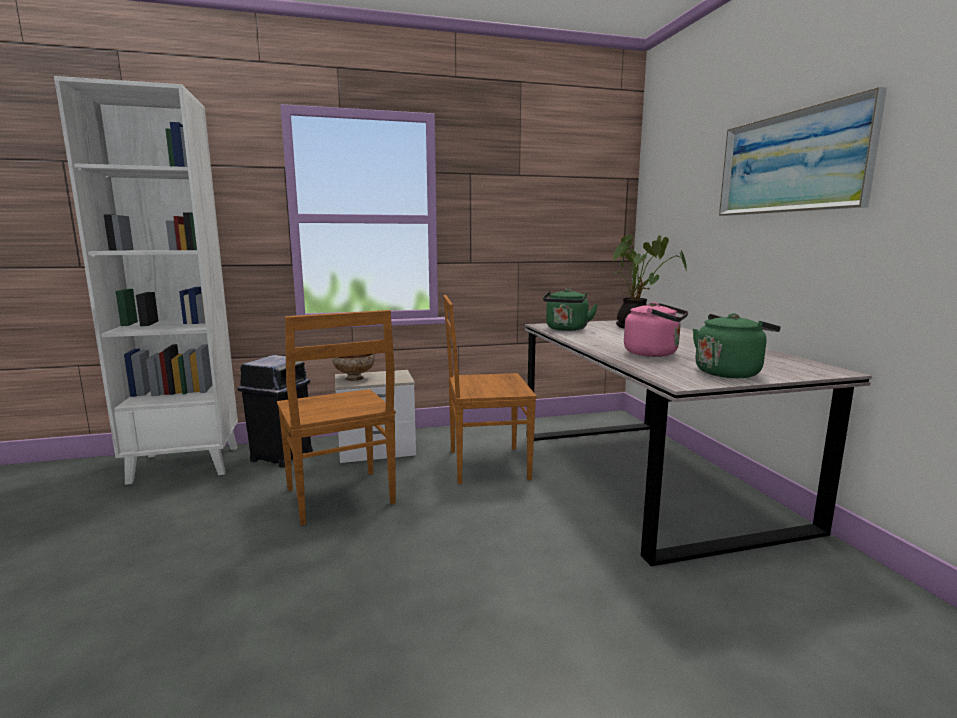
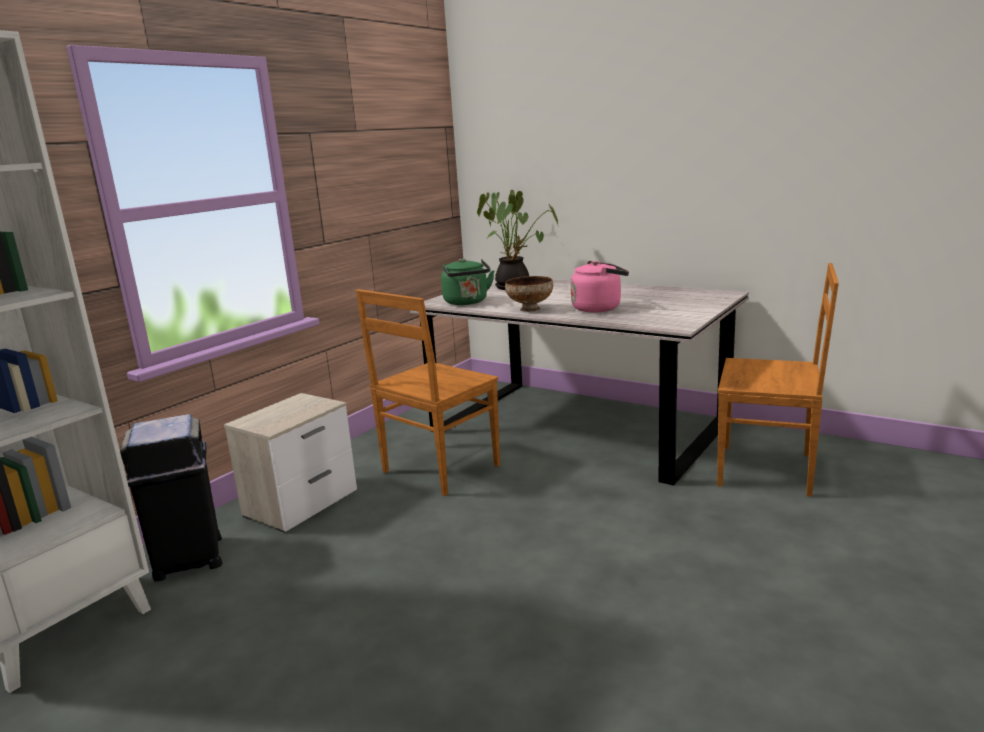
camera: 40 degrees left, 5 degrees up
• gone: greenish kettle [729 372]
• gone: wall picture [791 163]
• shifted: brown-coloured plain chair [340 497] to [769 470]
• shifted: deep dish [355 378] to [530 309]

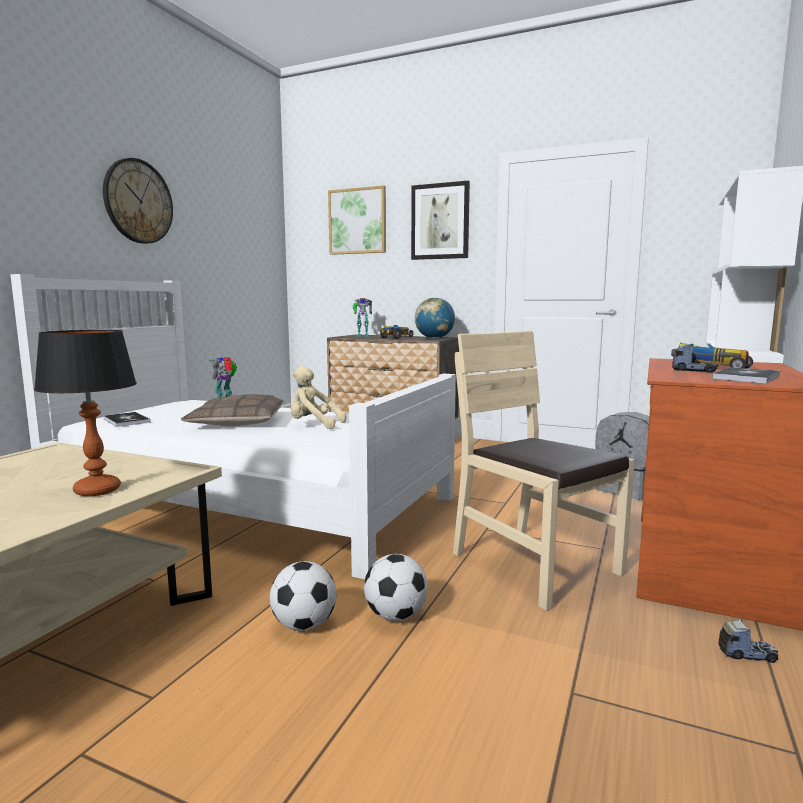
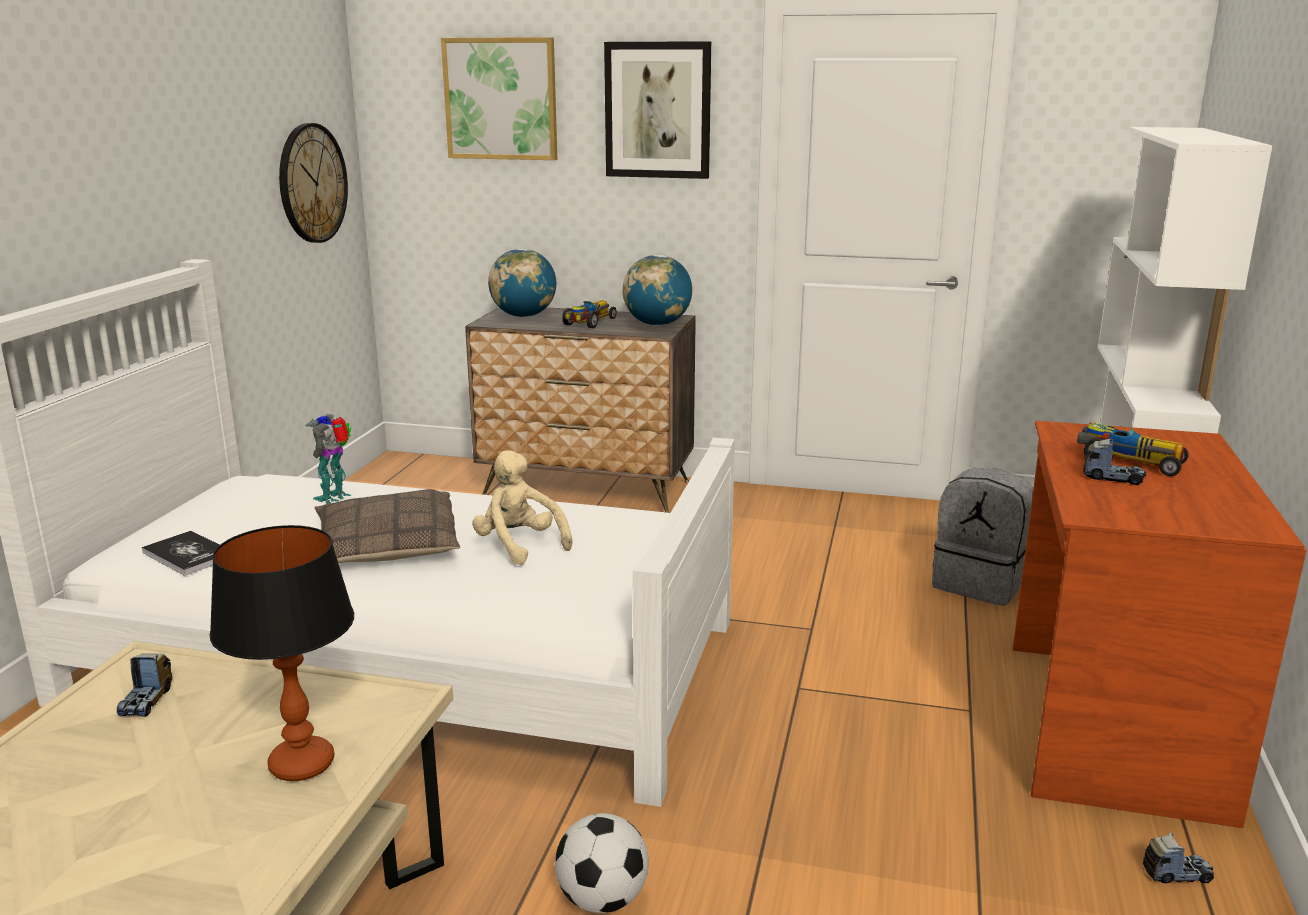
camera: 10 degrees left, 10 degrees up
• gone: football [396 616]
• gone: beige-coloured plain chair [534 564]
• gone: bound book [746 377]
• new: toy lorry [147 700]
• shifted: wall clock [138 201] to [312 183]
• swapped: model robot [362 336] to globe [524 316]
• rotated: beige-coloured cuddly toy [313 425] = [519 546] 45 degrees clockwise

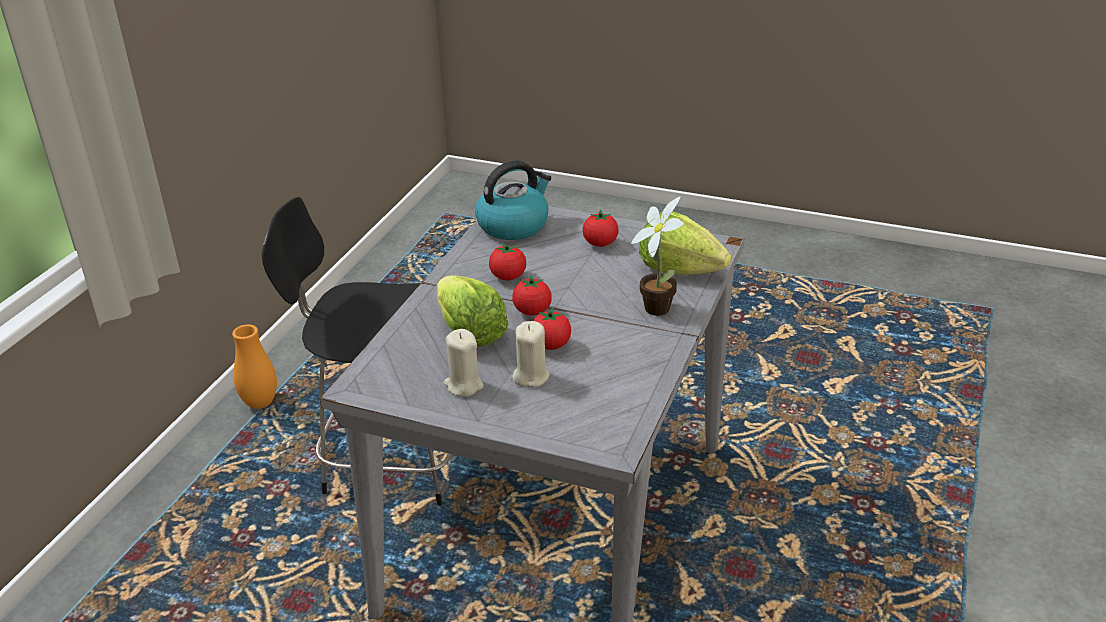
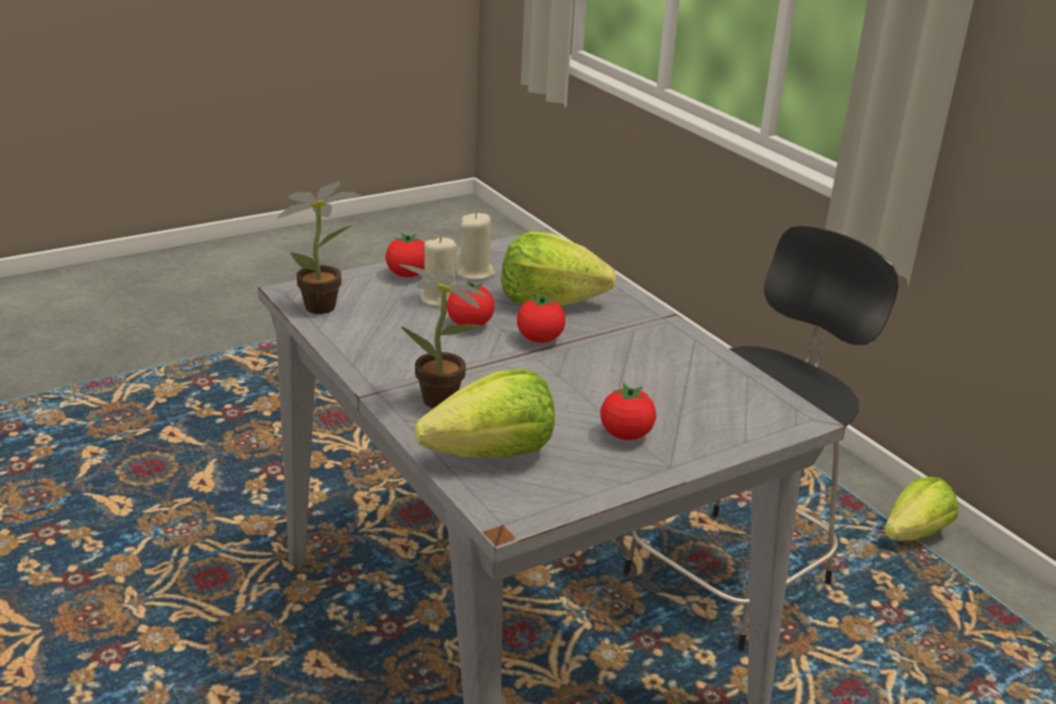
camera: 125 degrees right, 5 degrees down
• gone: kettle [513 225]
• new: houseplant [326 307]
• shifted: tomato [508 277] to [407 275]
• swapped: orangey flower vase [260 403] to head of lettuce [914 534]

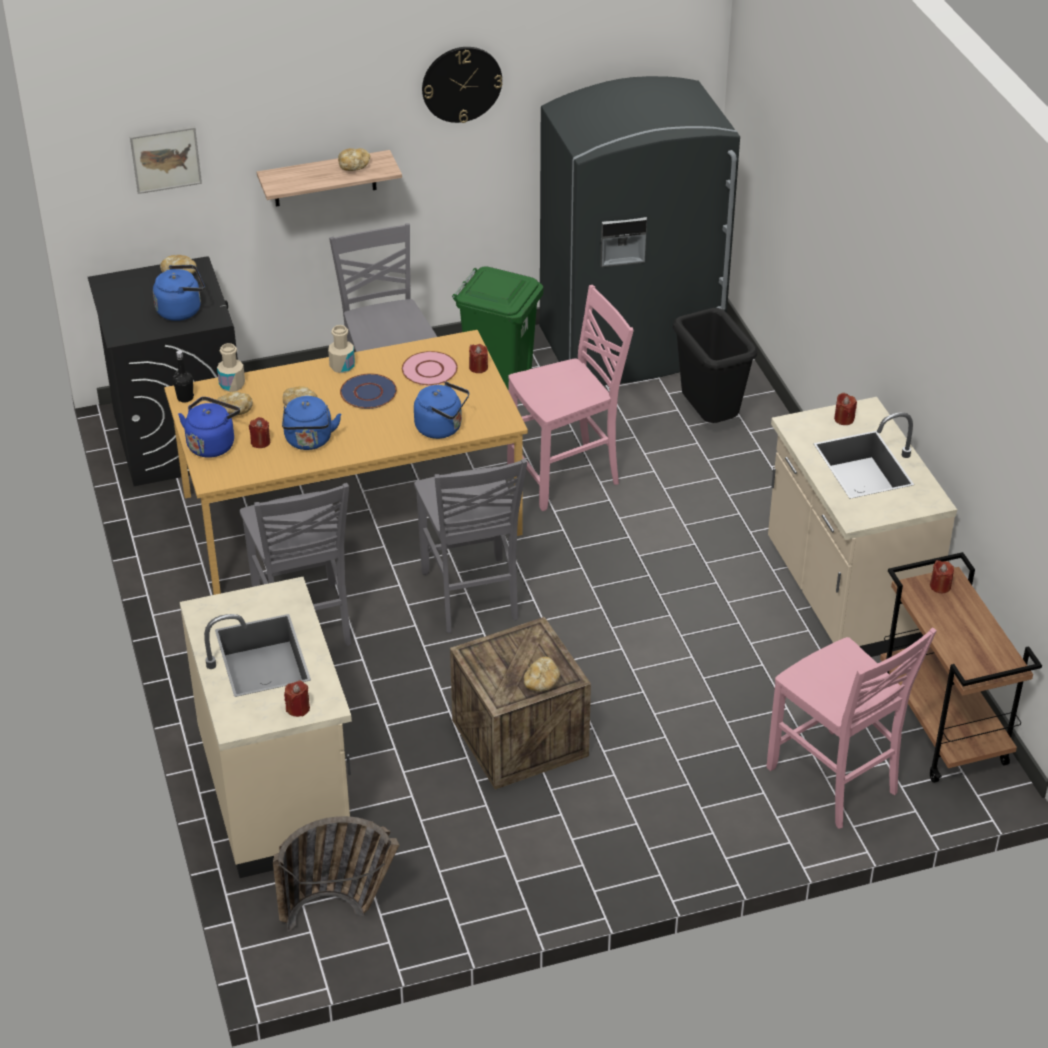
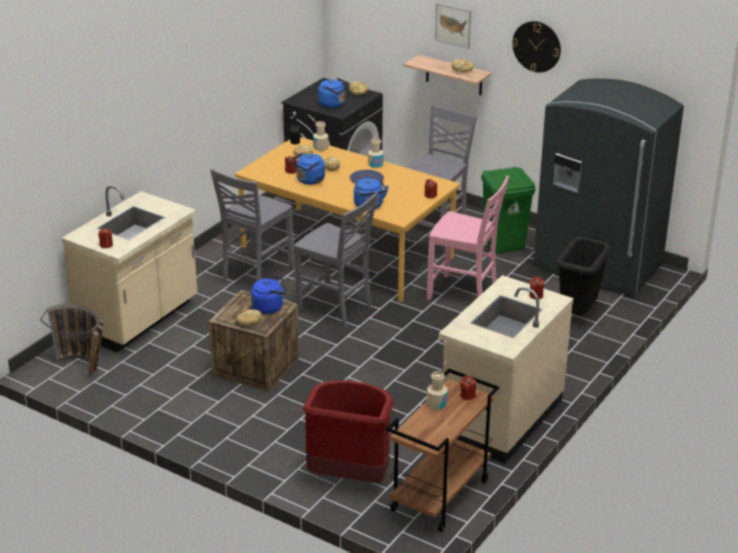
camera: 50 degrees right, 10 degrees down
• gone: pink dinner plate [429 370]
• new: beige-coloured beverage bottle [436 404]
• shifted: wall picture [165 159] to [453 25]
• shifted: bluish kettle [212 444] to [269 307]
• swapped: pink plain chair [834 781] to reddish trash can [349 476]
• rotated: greyish plain chair [471 597] = [336 309] 90 degrees counterclockwise

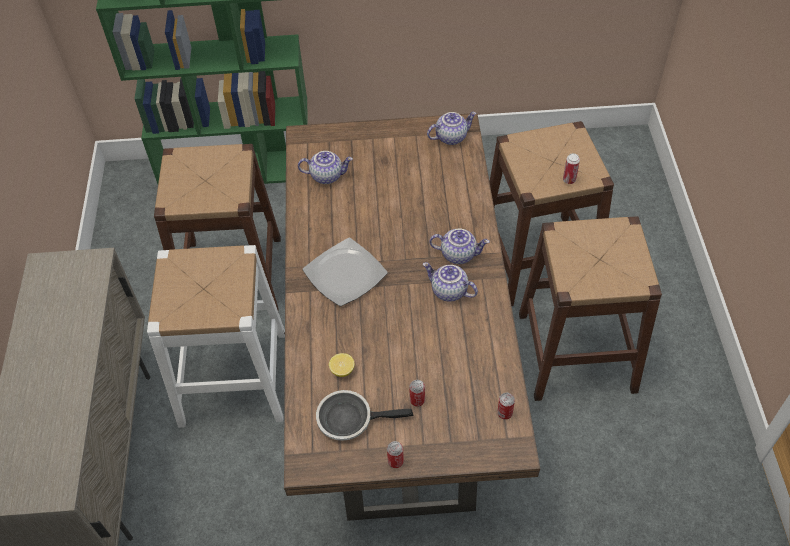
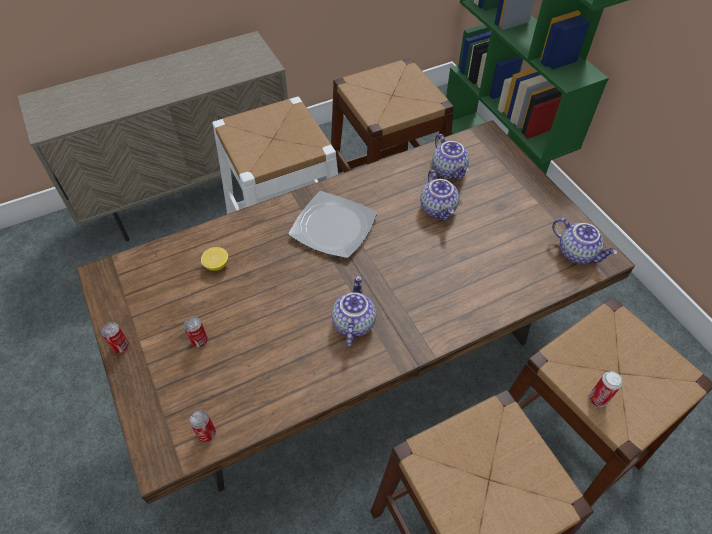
camera: 65 degrees right, 0 degrees up
• gone: skillet [349 419]
• shifted: teapot [459 254] to [439 209]

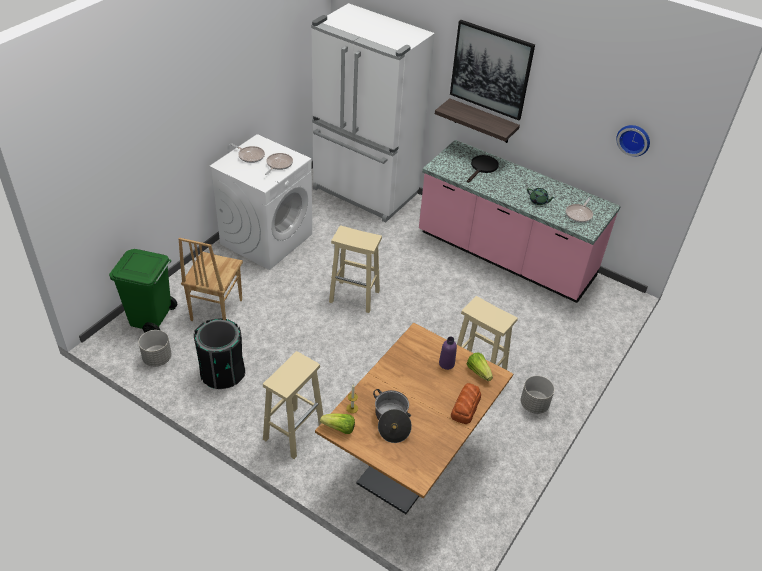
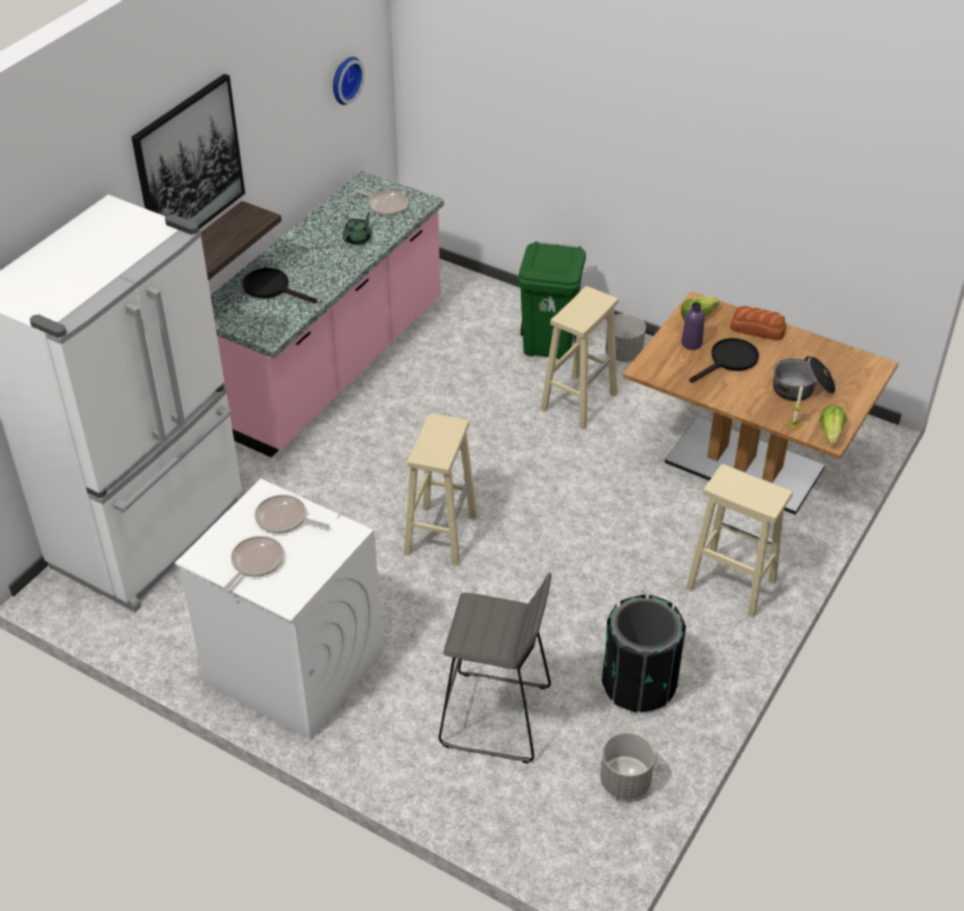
camera: 90 degrees left, 0 degrees up
• new: black-coloured skillet [729 361]
• shifted: greenish trash can [151 320] to [549 345]
• swapped: brown-coloured plain chair [215 310] to greyish stool [496 717]

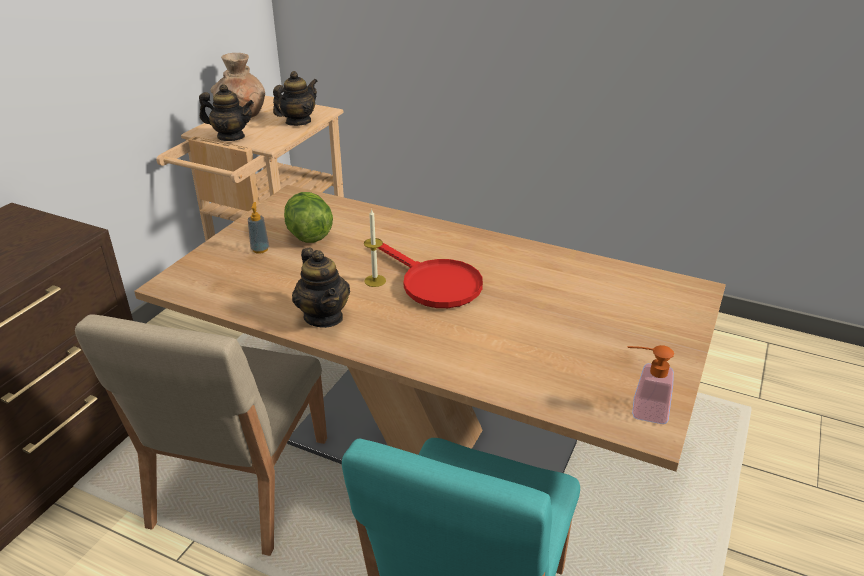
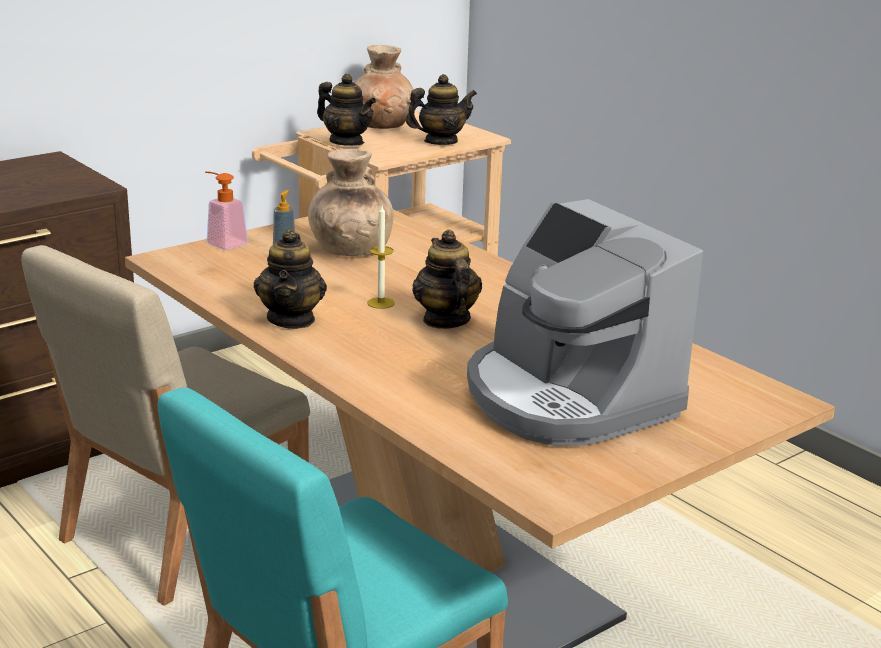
camera: 25 degrees right, 10 degrees down
• new: coffee machine [567 398]
• shifted: soap bottle [642 410] to [222 242]
• swapped: head of lettuce [309 235] to brown-coloured flower vase [350 250]
• swapped: reddish skillet [433 283] to teapot [445 320]

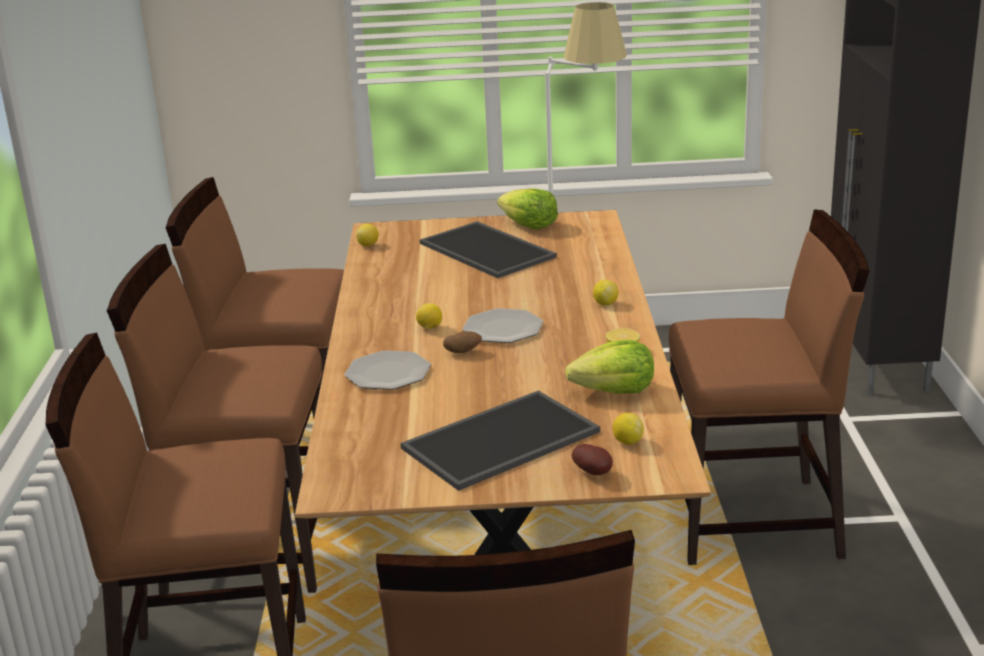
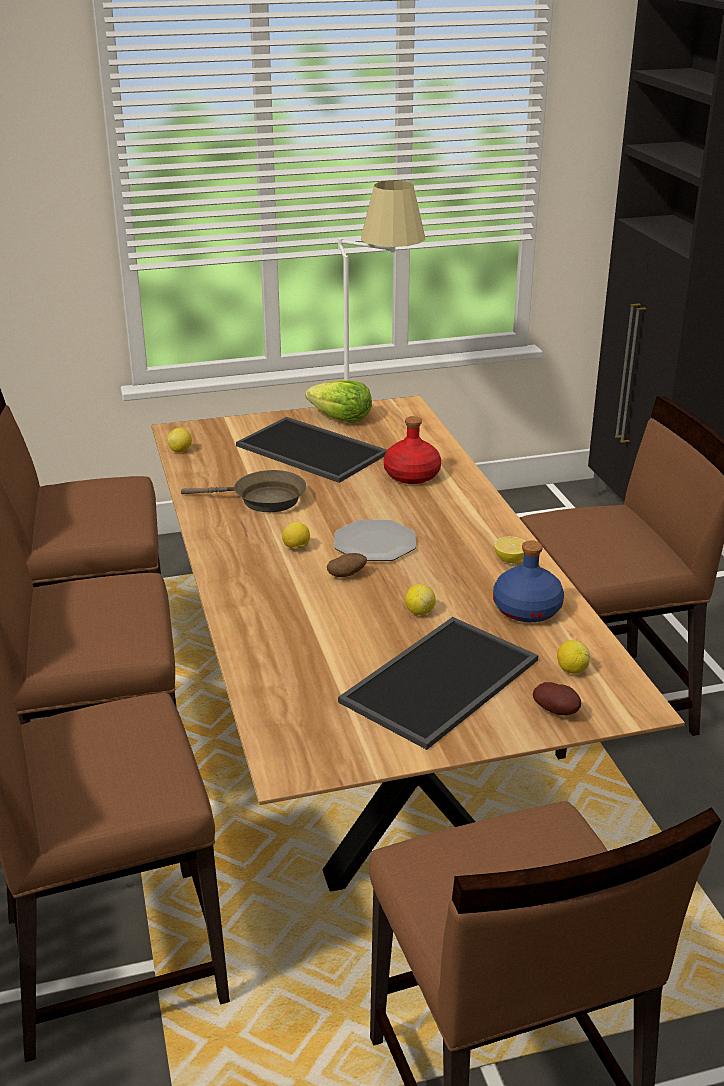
camera: 15 degrees left, 5 degrees up
• gone: dinner plate [388 373]
• new: brown-coloured skillet [263 500]
• new: reddish beverage bottle [412 475]
• shifted: lemon [605 303] to [419 611]
• swapped: head of lettuce [614 391] to bluish beverage bottle [527 610]

